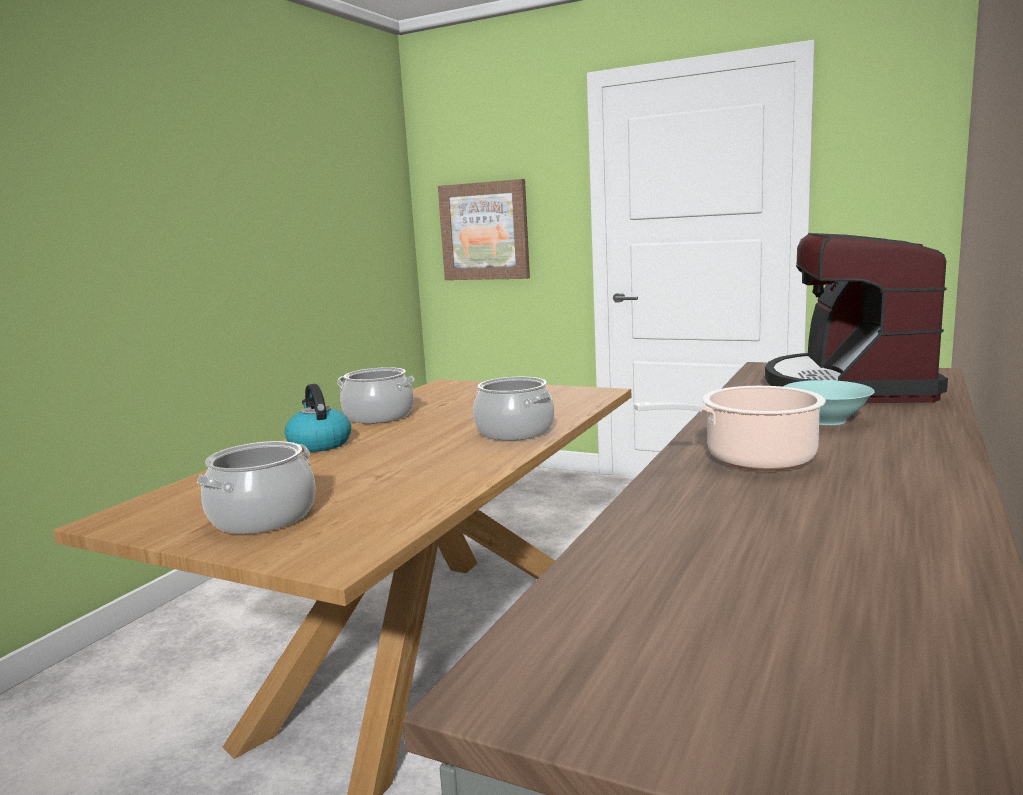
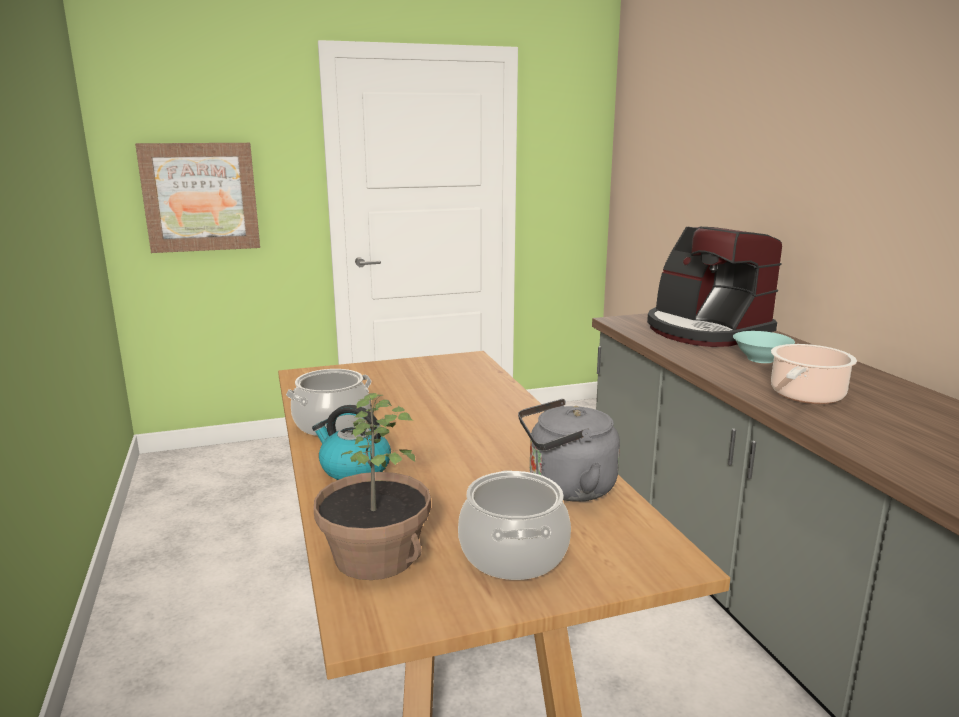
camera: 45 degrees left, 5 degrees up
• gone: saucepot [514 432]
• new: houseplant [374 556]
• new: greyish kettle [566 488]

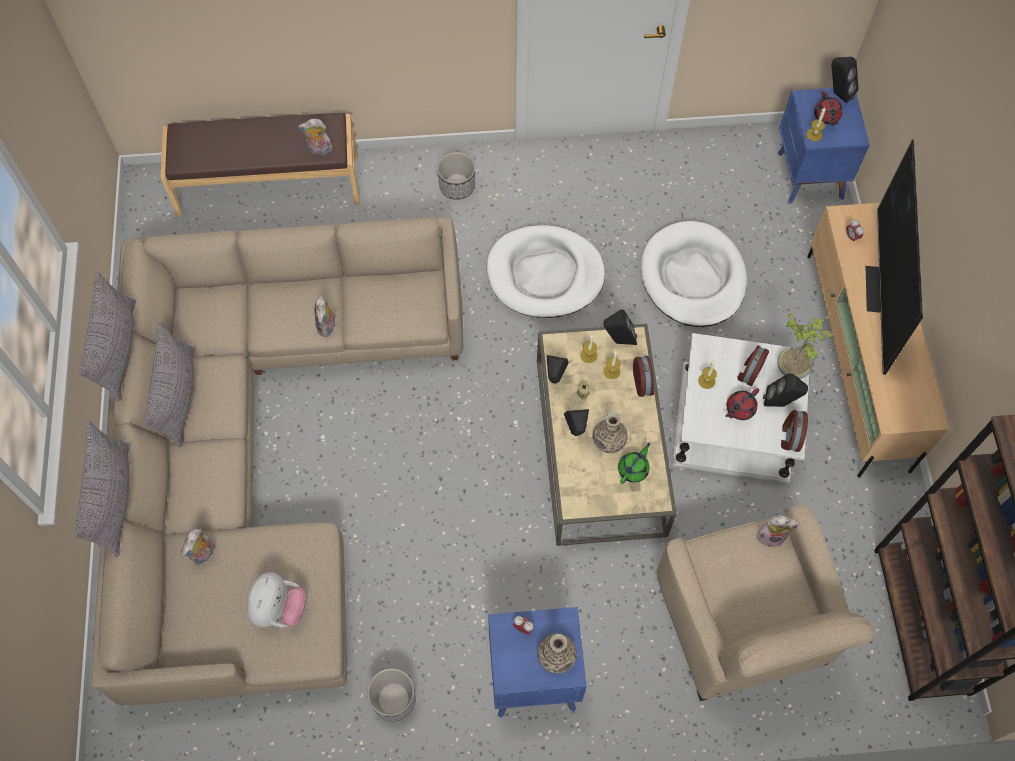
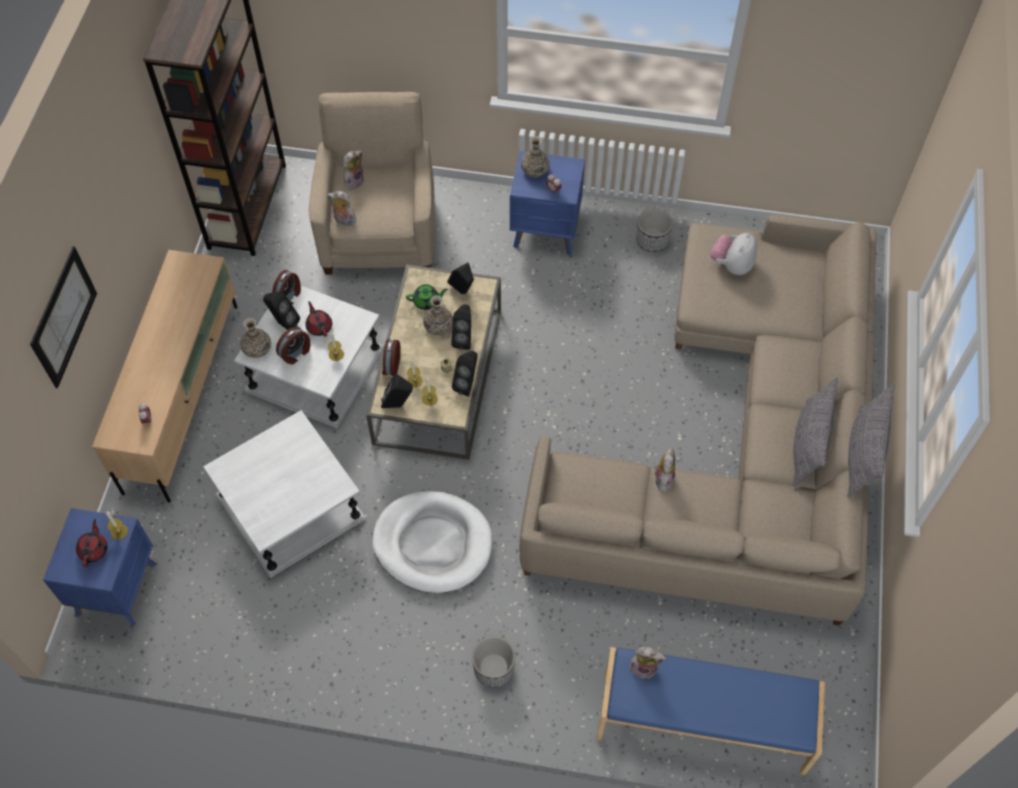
camera: 165 degrees left, 5 degrees down
• gone: greyish cushion [114 499]
• gone: TV [881 290]
• new: wall picture [64 317]
• shifted: cuddly toy [204 554] to [354 181]
• shifted: black-coloured loudspeaker [837 93] to [463 292]
• swapped: whitish dog cushion [692 277] to whitish side table [290 506]
• swapped: houseplant [792 367] to flower vase [257 349]
• repainted: brown-coloured bench [269 184] to bluish bench [703 724]
• rotated: greenish teapot [633 469] = [427 301] 150 degrees counterclockwise
• rotated: reddish teapot [739 409] = [319 326] 90 degrees counterclockwise

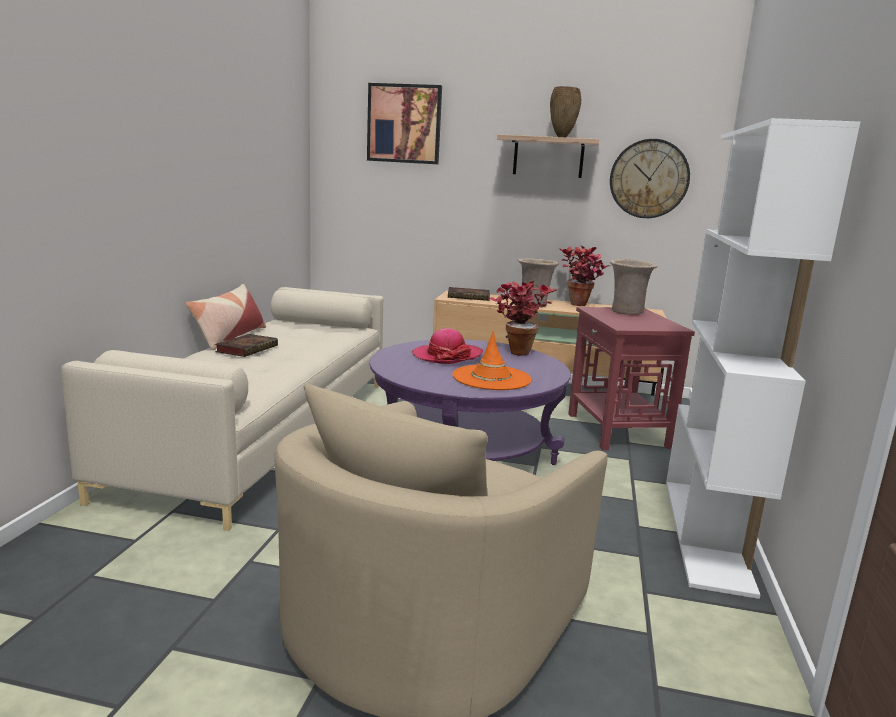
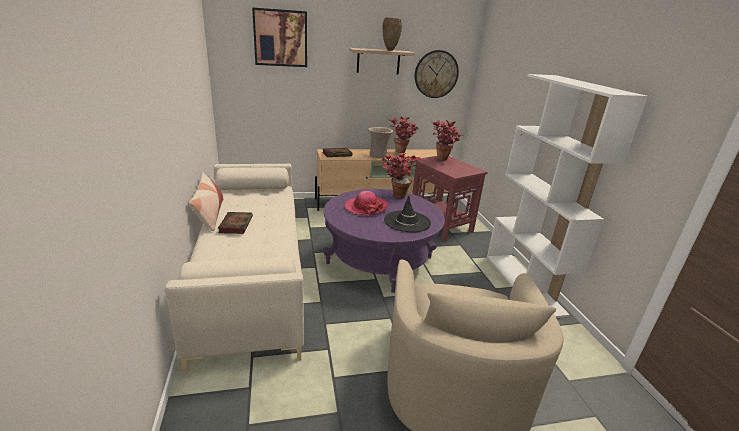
camera: 25 degrees left, 10 degrees up
• swapped: beige-coloured flower vase [628 312] to houseplant [443 160]
• repainted: orangey clothing hat [491 378] to black-coloured clothing hat [407 221]

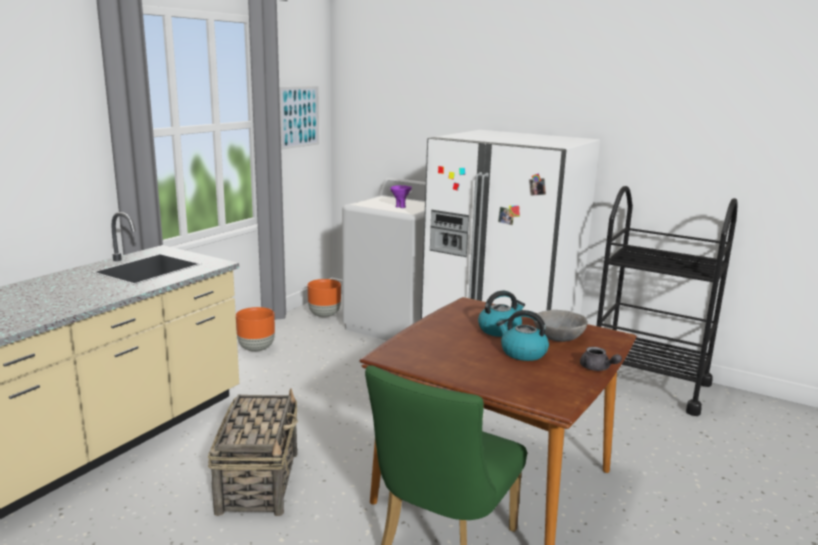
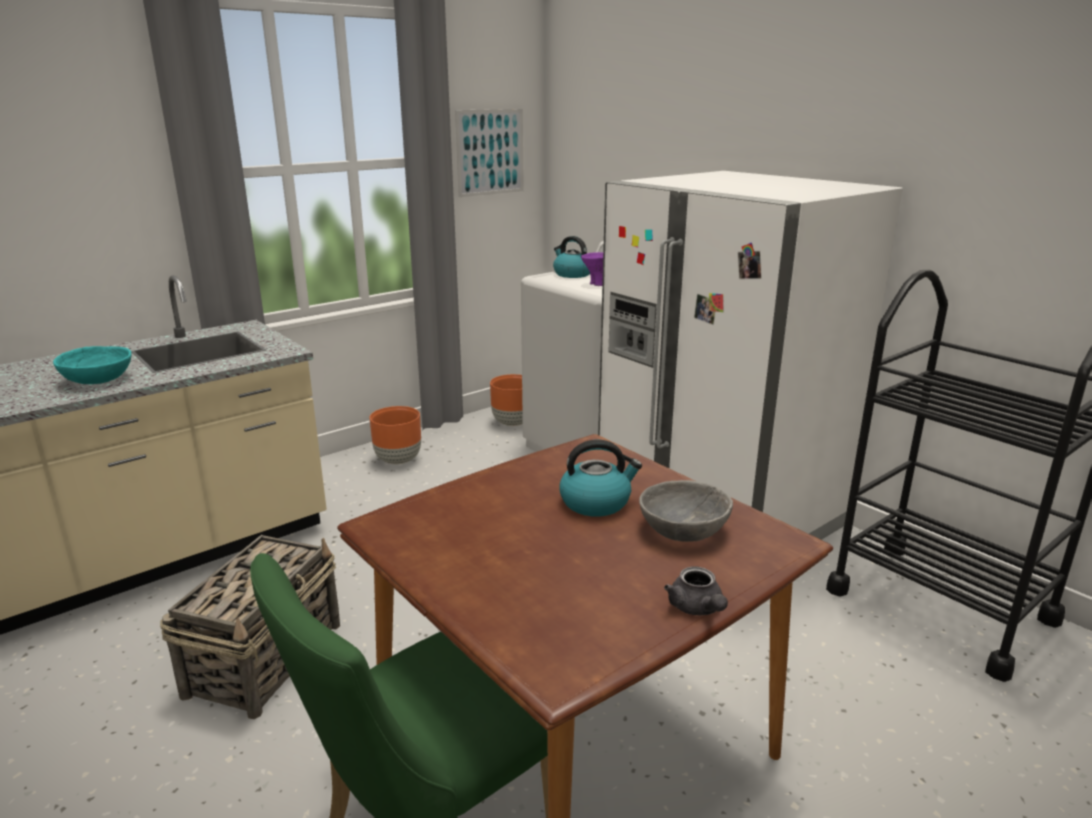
camera: 20 degrees right, 5 degrees up
• new: turquoise-coloured deep dish [98 379]
• shifted: kettle [522 353] to [572 274]

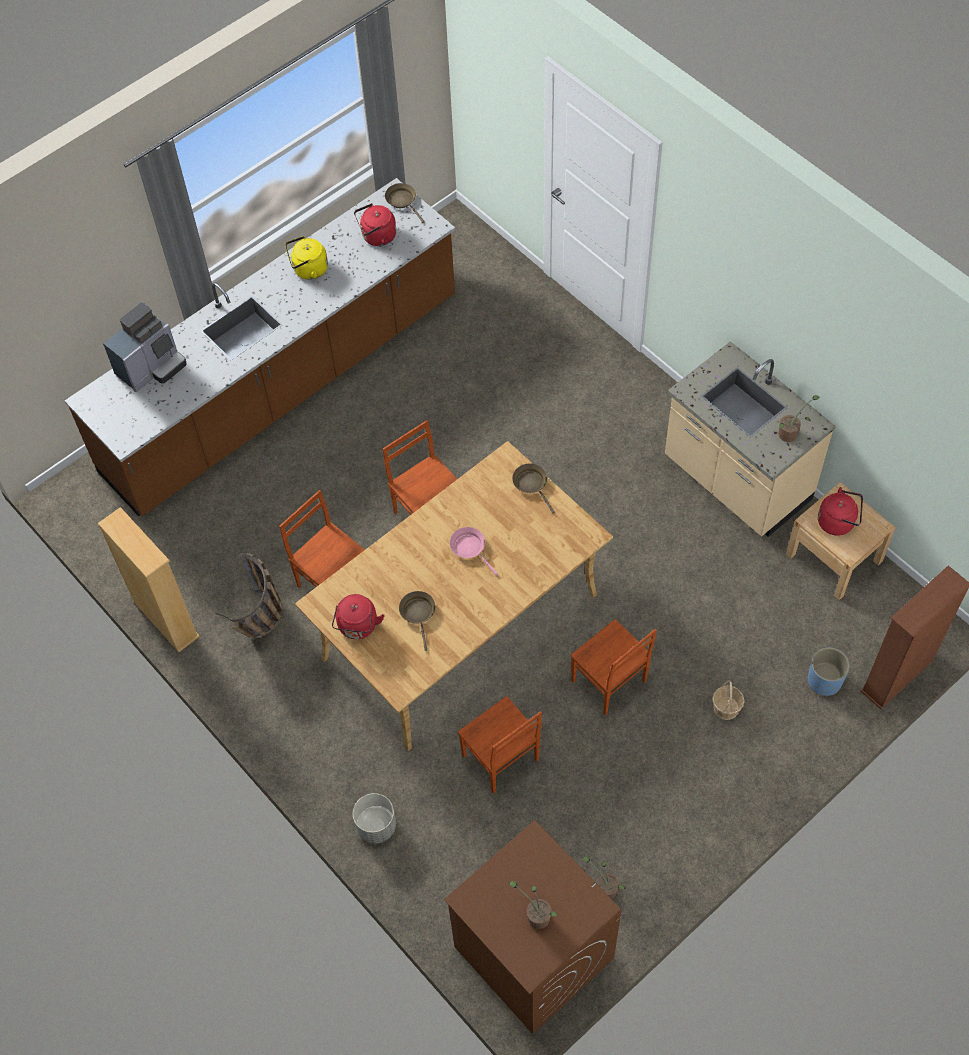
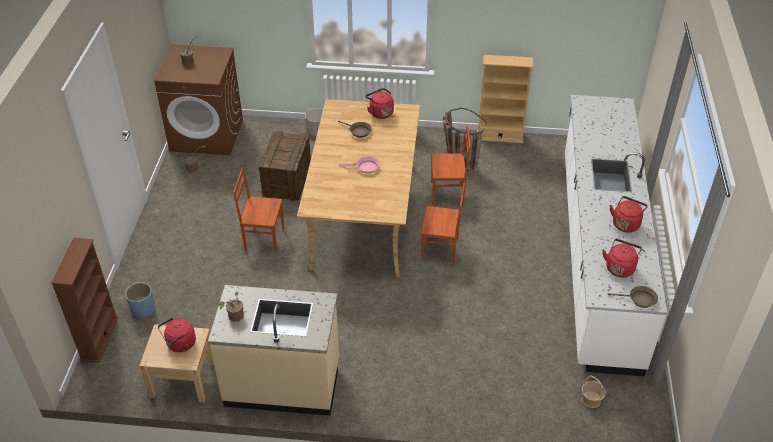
camera: 135 degrees right, 15 degrees down
• gone: coffee machine [152 367]
• gone: brown-coloured skillet [532 484]
• shifted: household basket [726 708] to [591 400]
• swapped: brown-coloured plain chair [500 759] to crate [287 180]
• repainted: brown-coloured counter [283 386] to whitish counter [597 255]
• repainted: yellow kettle [308 270] to reddish kettle [626 223]

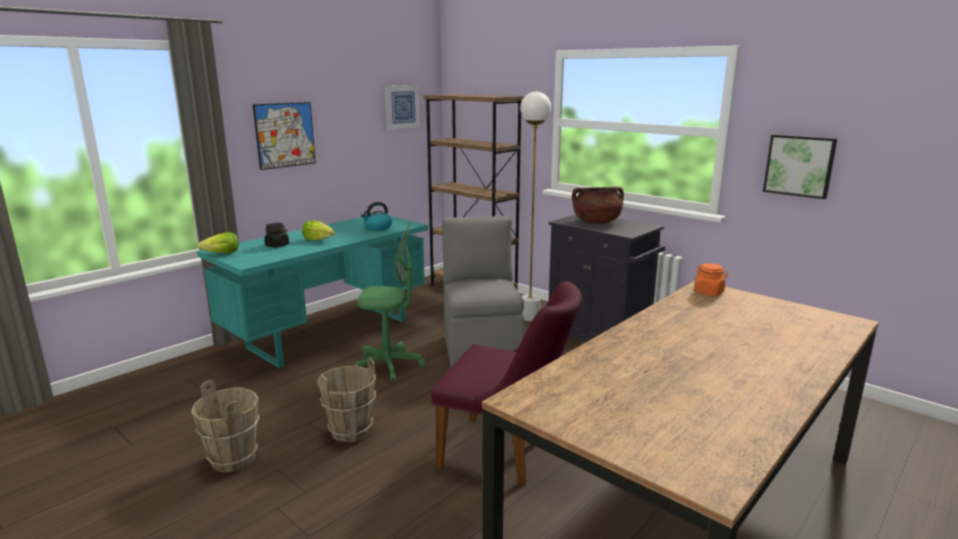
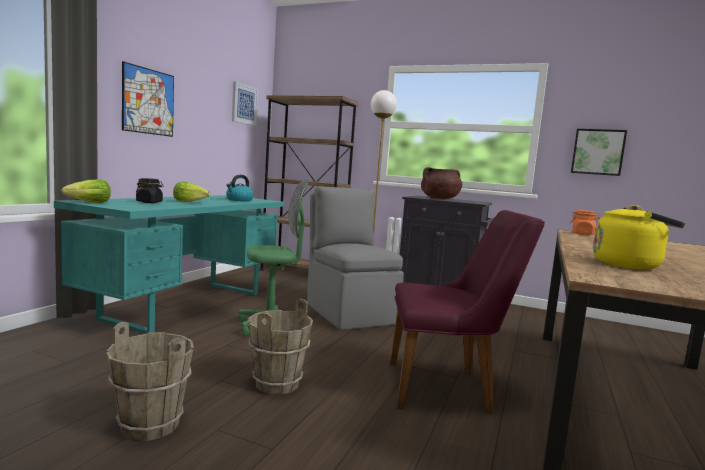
camera: 20 degrees left, 10 degrees down
• new: yellow kettle [630 266]

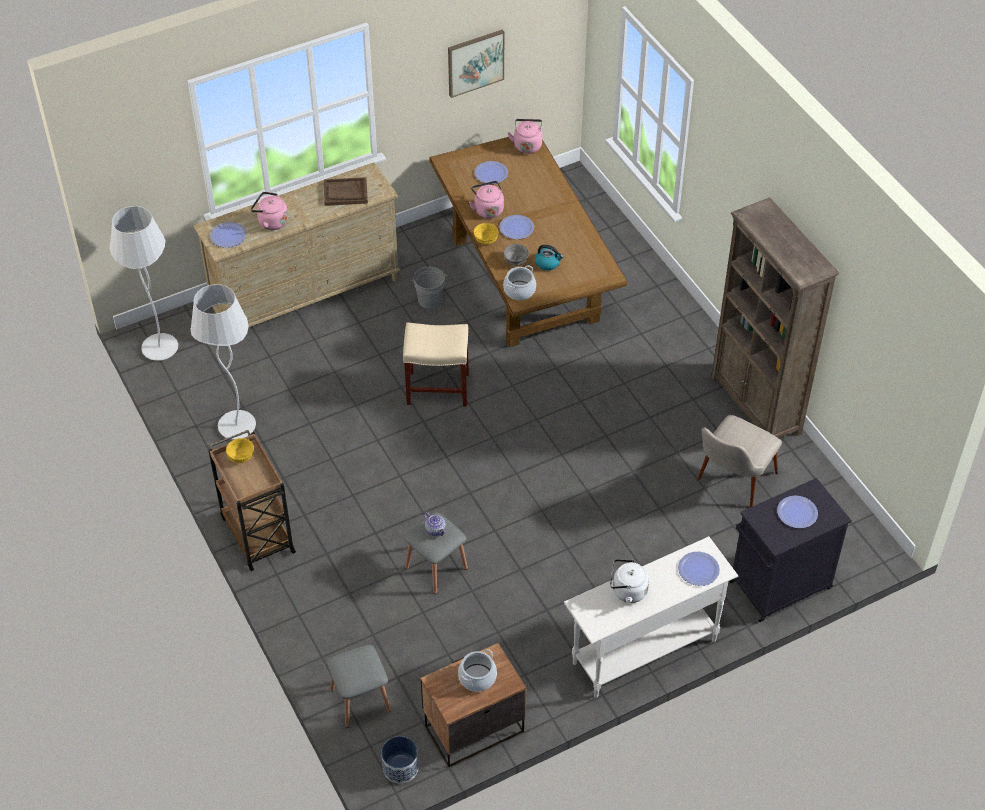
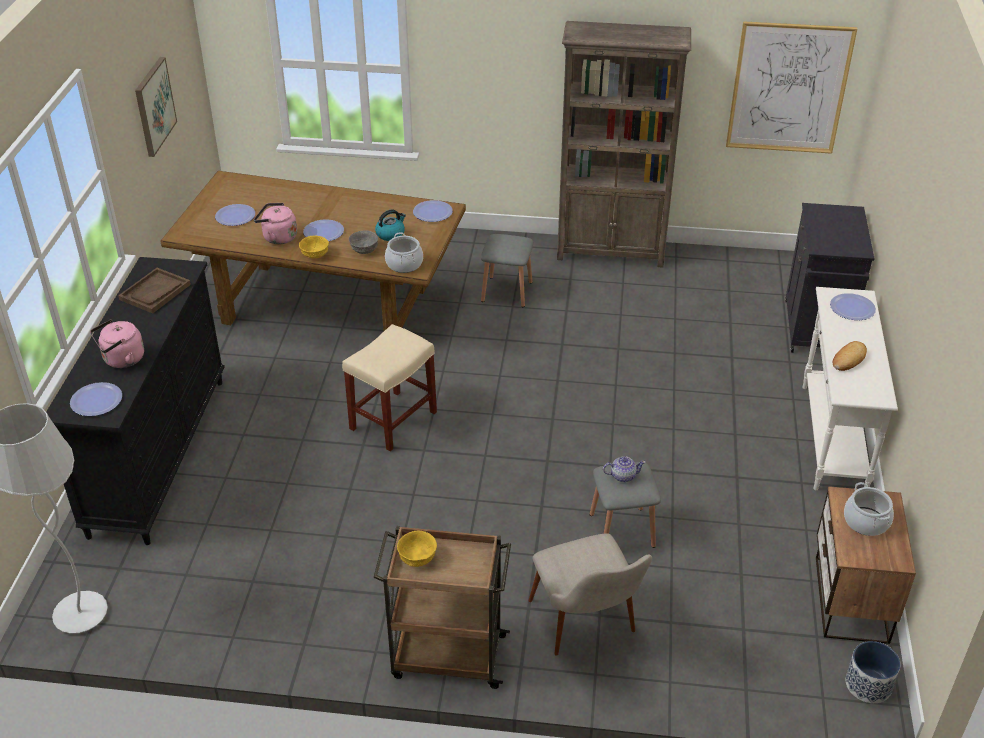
camera: 55 degrees left, 10 degrees down
• gone: whitish floor lamp [237 427]
• gone: greyish pail [429 300]
• gone: pink kettle [527 145]
• new: wall picture [788 88]
• shifted: greyish stool [360 700] to [506 291]
• shifted: beige-coloured plain chair [730 485] to [588 629]
• shifted: dinner plate [797 512] to [432 212]
• swapped: whitish kettle [627 591] to baked bread [848 359]
• repainted: beige-coloured drawer chest [307 295] to black-coloured drawer chest [159 454]

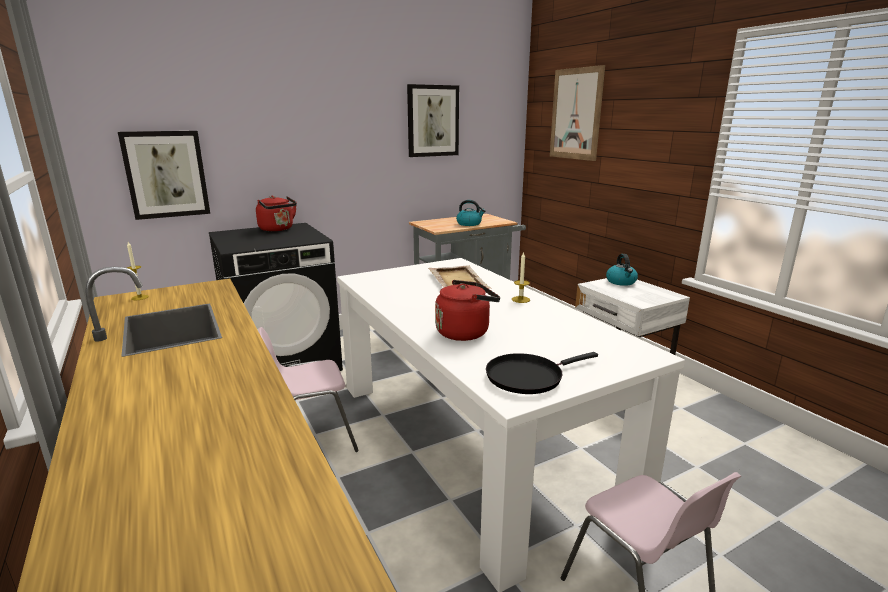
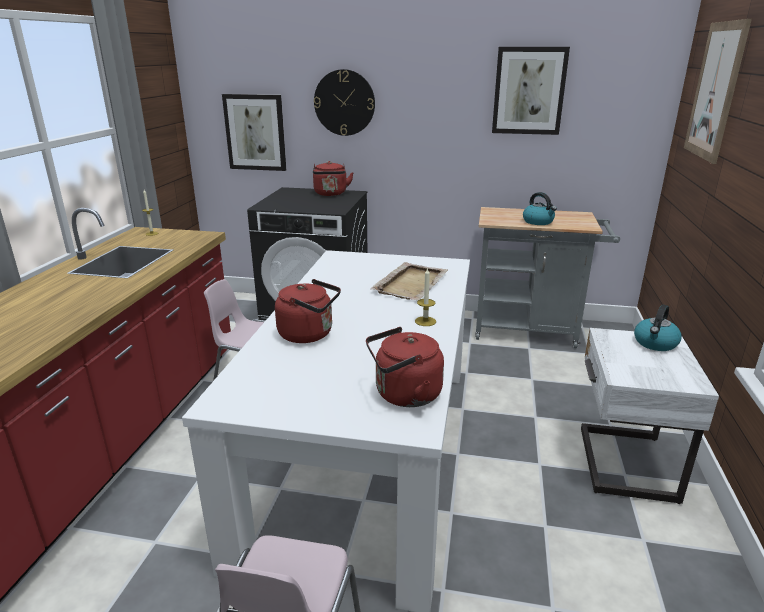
camera: 40 degrees right, 5 degrees up
• gone: black-coloured skillet [528 376]
• new: wall clock [344 103]
• new: reddish kettle [404 395]

